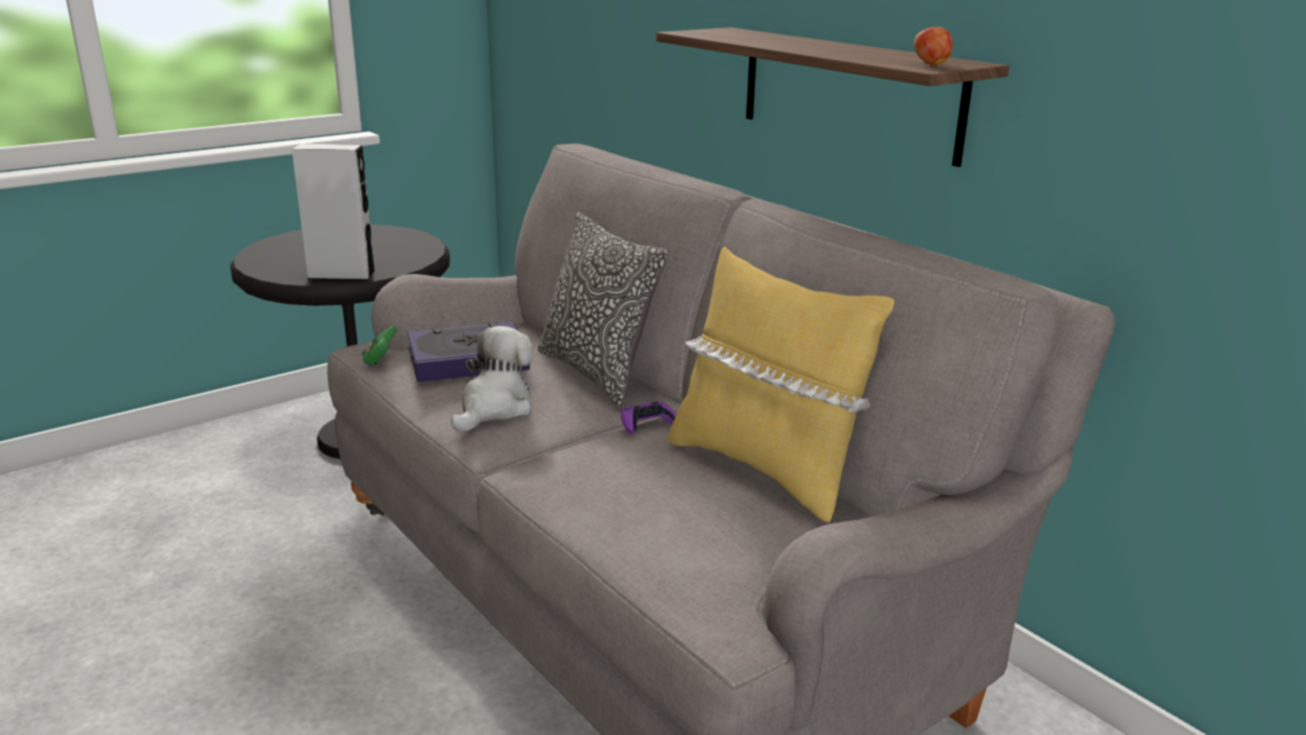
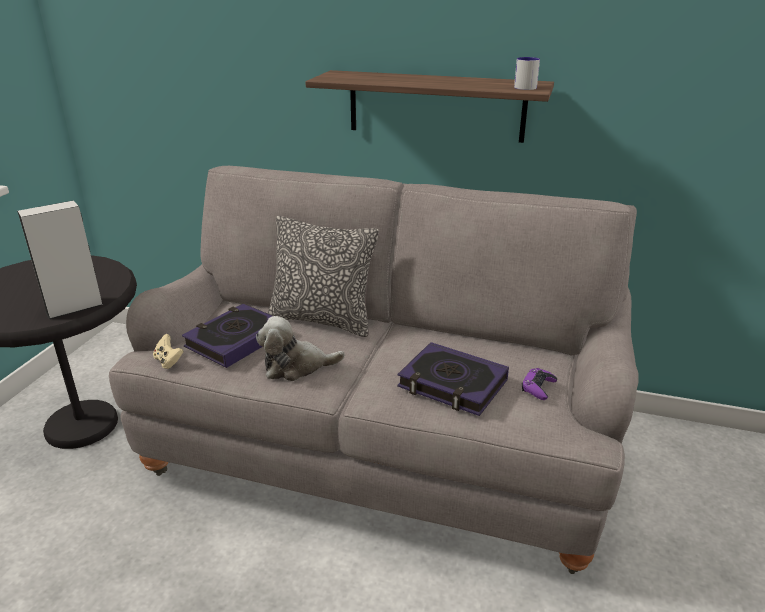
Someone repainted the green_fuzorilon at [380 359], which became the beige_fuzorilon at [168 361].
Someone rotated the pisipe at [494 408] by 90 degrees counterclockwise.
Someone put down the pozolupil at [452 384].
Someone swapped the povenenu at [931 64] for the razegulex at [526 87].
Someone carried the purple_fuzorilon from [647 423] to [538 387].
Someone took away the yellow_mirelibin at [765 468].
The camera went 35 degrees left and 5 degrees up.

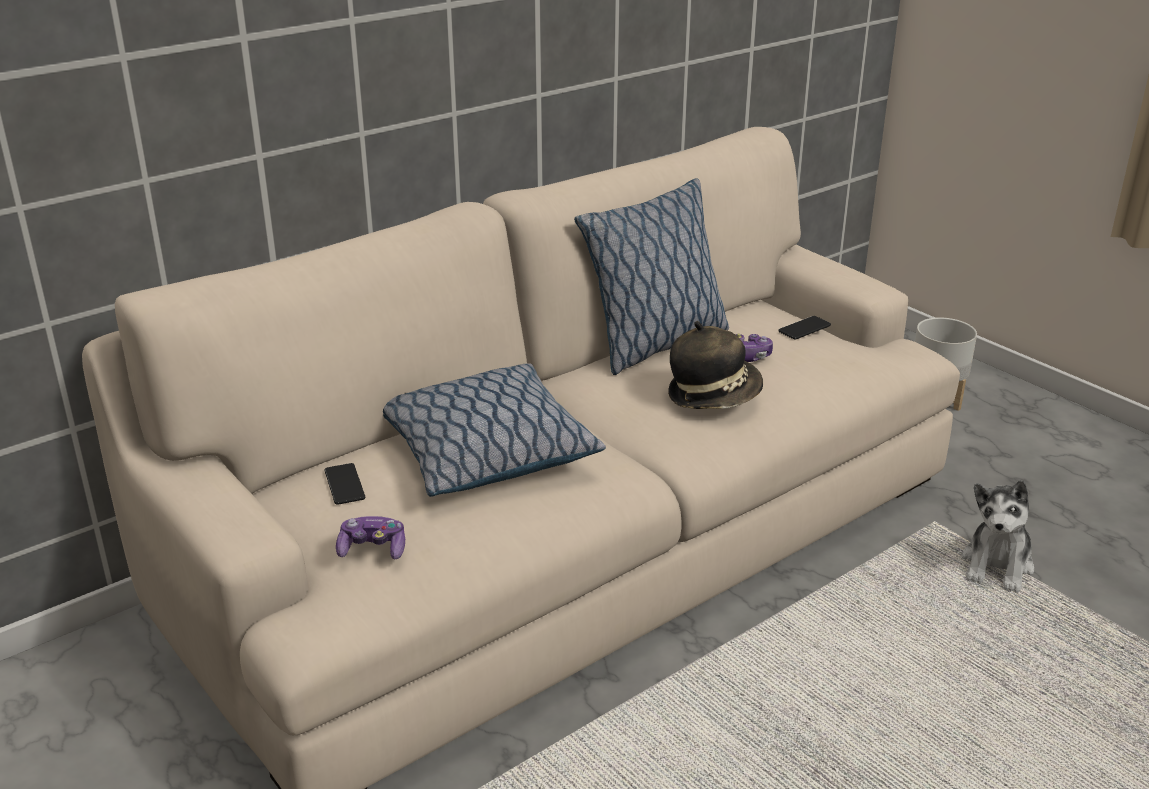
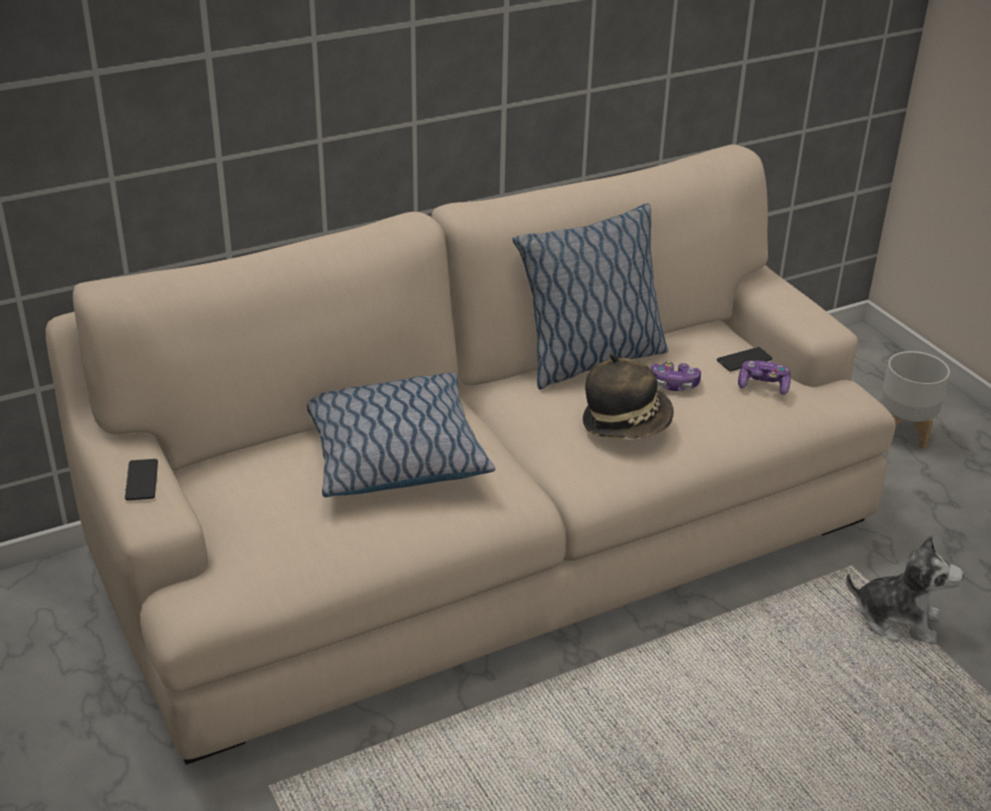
Someone carried the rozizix from [344 485] to [141 480].
Someone carried the fuzorilon from [373 549] to [763 385].
Someone rotated the pisipe at [997 565] by 105 degrees counterclockwise.
The camera went 10 degrees right and 5 degrees up.

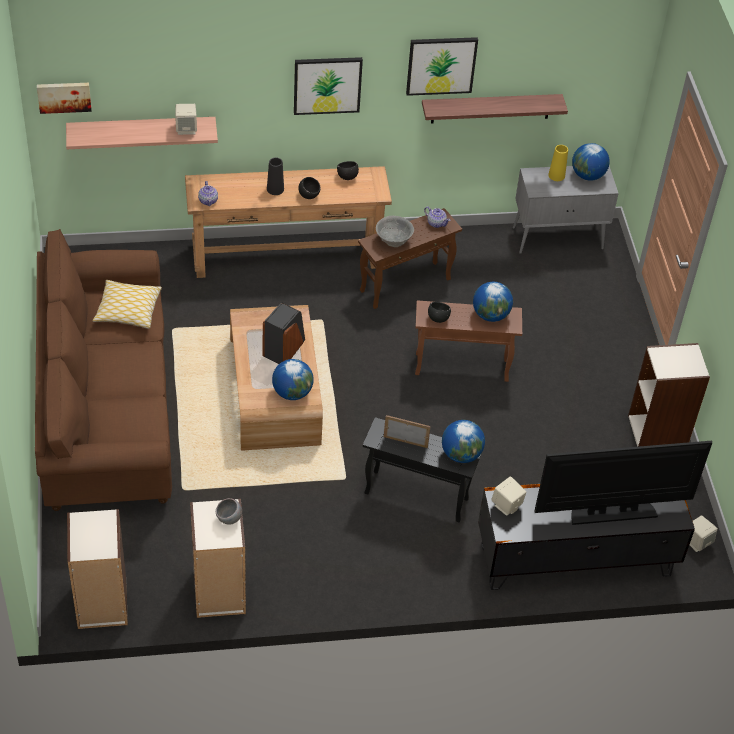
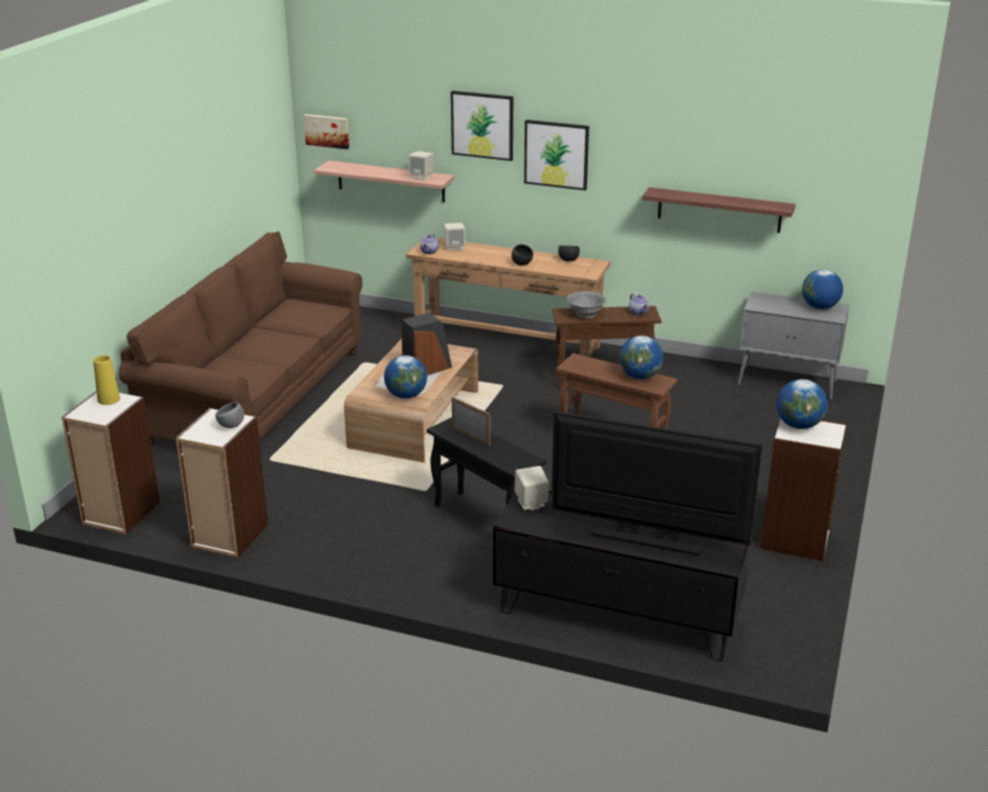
Someone carried the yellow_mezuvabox from [556 175] to [108 399].
Someone carried the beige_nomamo from [697 542] to [454 247].
Someone carried the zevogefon from [441 65] to [482 125].
Someone carried the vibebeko from [461 454] to [799 425].
Someone took away the mirelibin at [128 310].
Someone took away the black_mezuvabox at [275 189].
Someone took away the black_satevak at [438 319].
The camera went 30 degrees right and 20 degrees down.

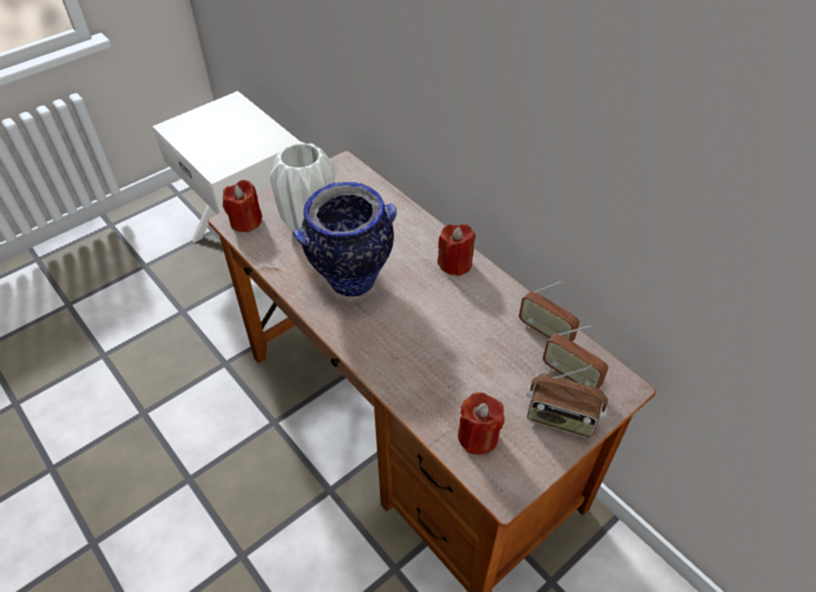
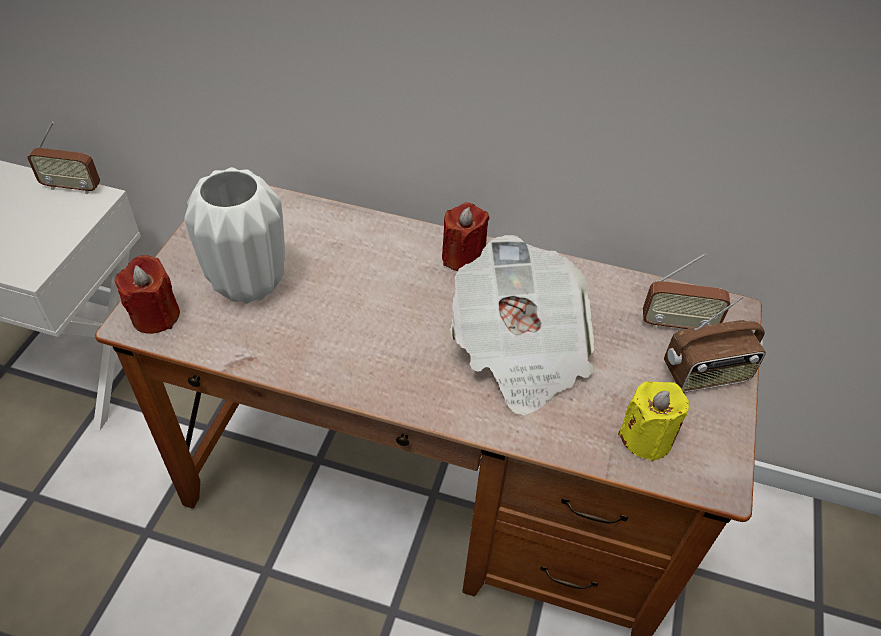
Someone carried the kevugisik from [545 332] to [72 187].
Someone put down the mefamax at [519 351].
Someone repainted the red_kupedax at [478 436], which became the yellow_kupedax at [646 437].
Someone took away the mezuvabox at [351 282].
The camera went 35 degrees left and 0 degrees up.

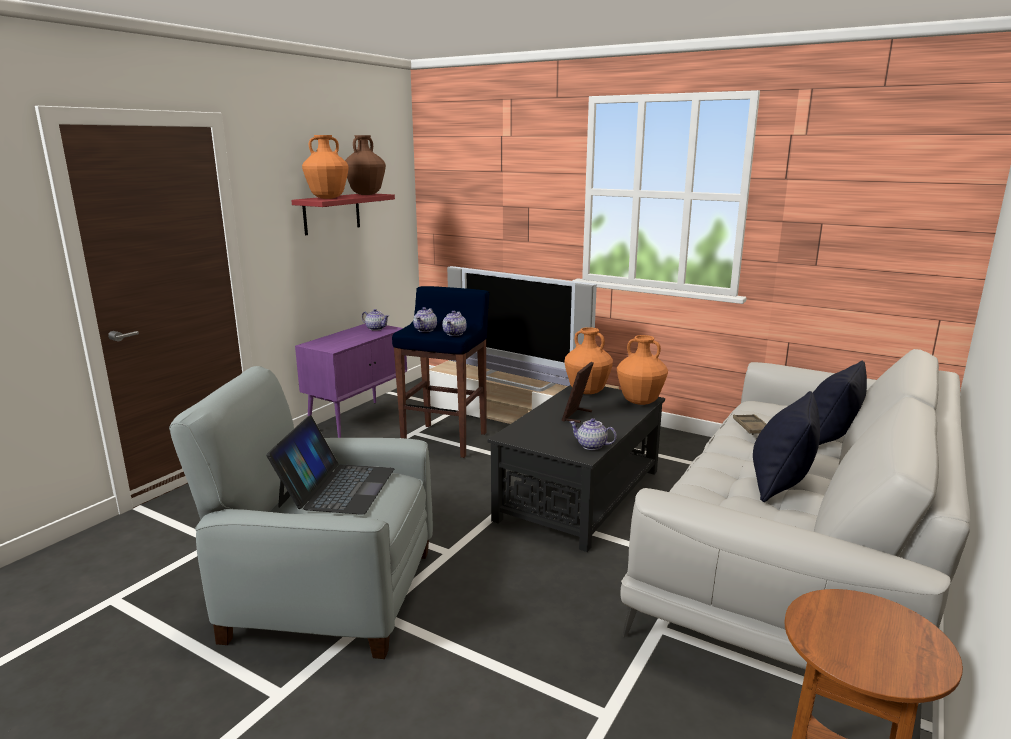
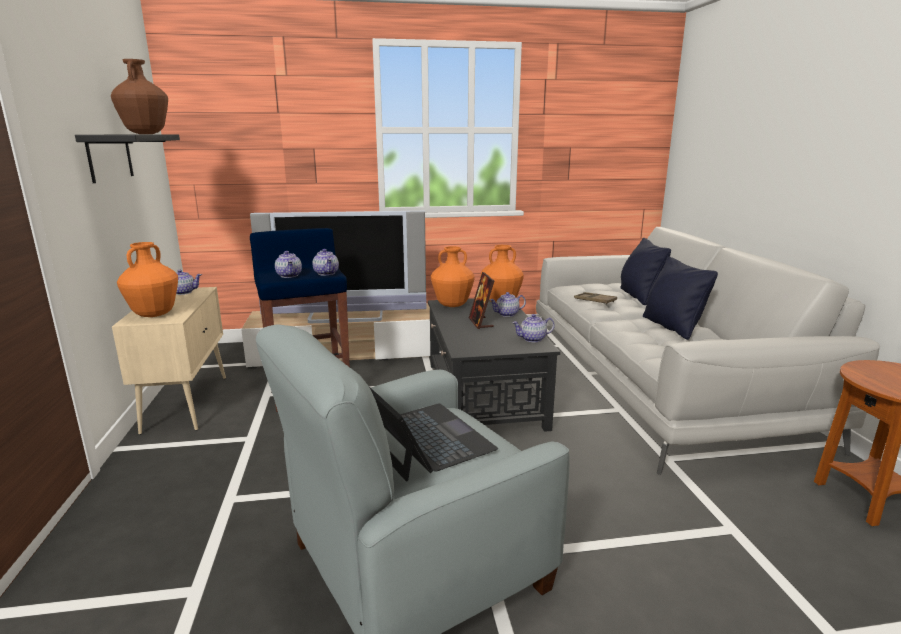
Someone repainted the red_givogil at [332 213], which became the black_givogil at [110 157].
Someone repainted the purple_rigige at [359 421], which became the beige_rigige at [187 403].
Someone carried the orange_mezuvabox from [327 198] to [154 315].
Someone put down the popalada at [507 314].
The camera went 40 degrees left and 0 degrees up.

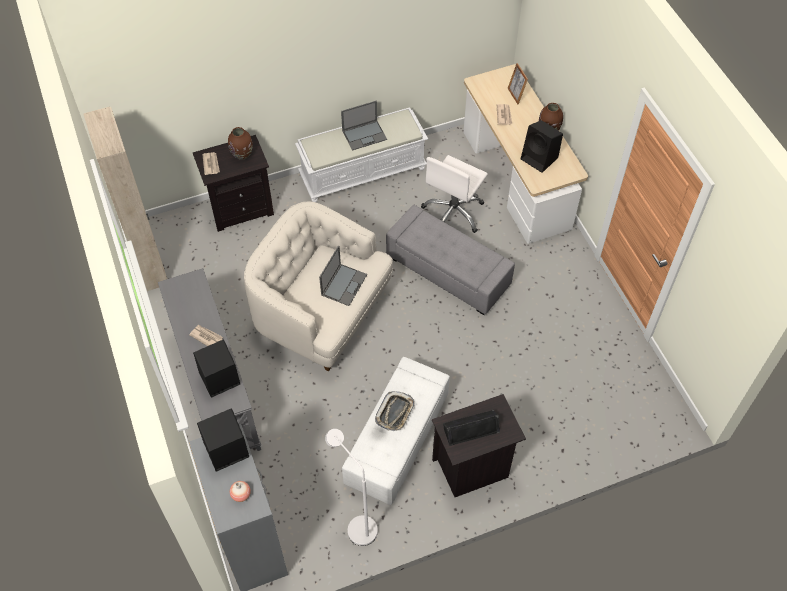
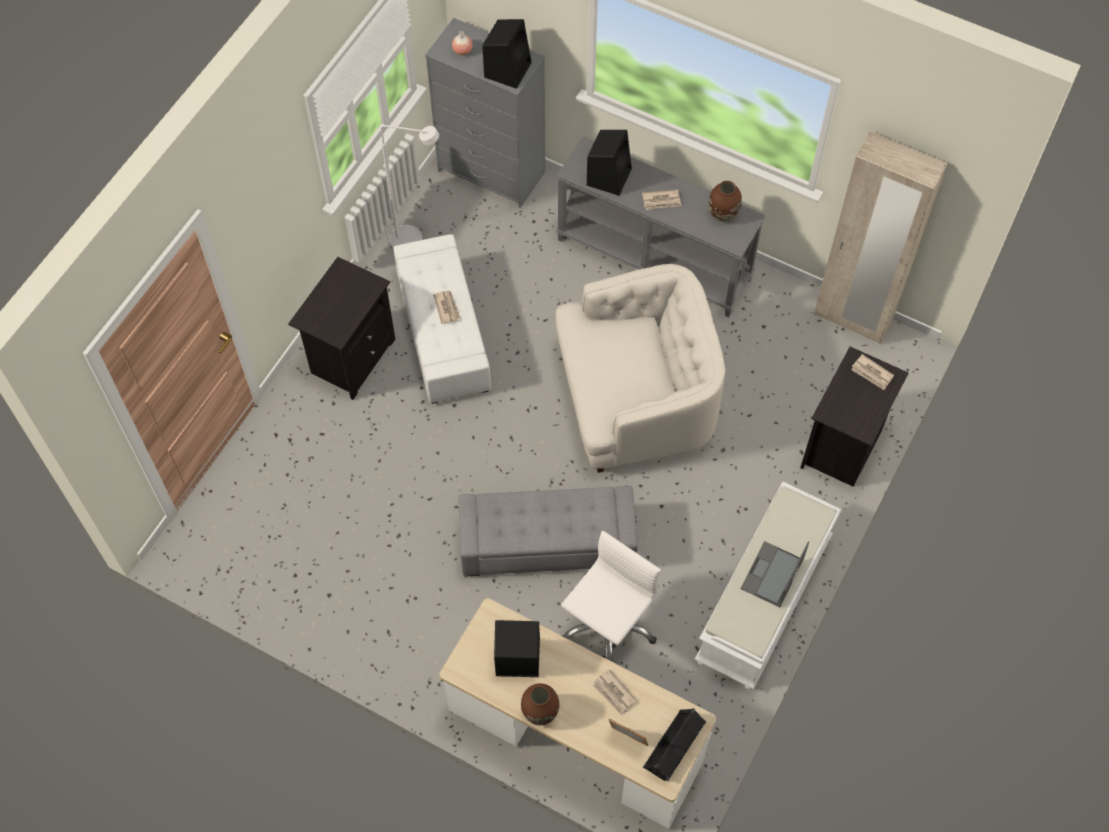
Someone swapped the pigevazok at [395 413] for the mefamax at [447 307].
Someone rotated the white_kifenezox at [453 213] by 45 degrees clockwise.
Someone carried the black_nomamo from [471 428] to [675 746].
Someone carried the brown_mezuvabox from [242 154] to [723 215].
Someone took away the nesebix at [344 284].
The camera went 140 degrees right and 5 degrees up.

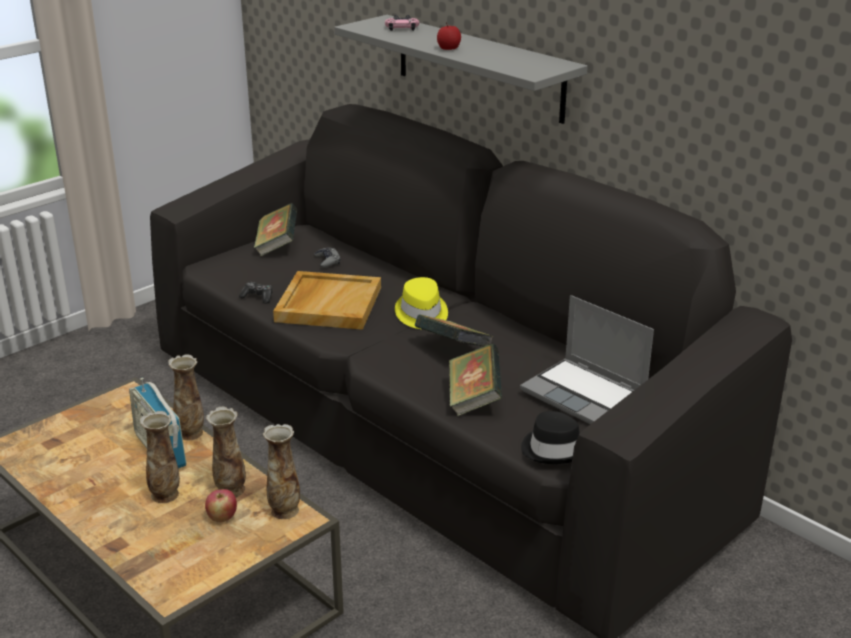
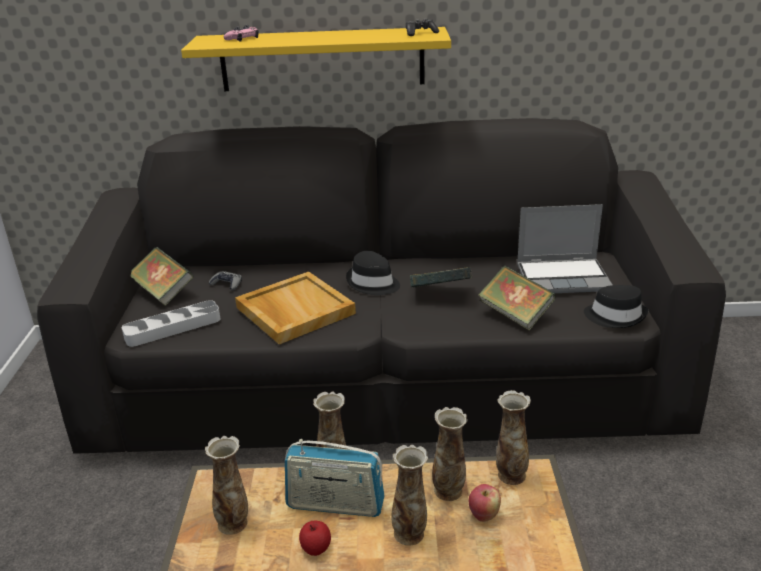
Someone put down the grey_pigevazok at [173 328].
Someone repainted the grey_givogil at [479 68], which became the yellow_givogil at [322 59].
Someone put down the mezuvabox at [234 523].
Someone carried the povenenu from [448 48] to [316 548].
Someone repainted the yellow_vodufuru at [421 314], which became the black_vodufuru at [373 283].
Someone carried the fuzorilon from [258 297] to [420 33].
The camera went 45 degrees left and 0 degrees up.

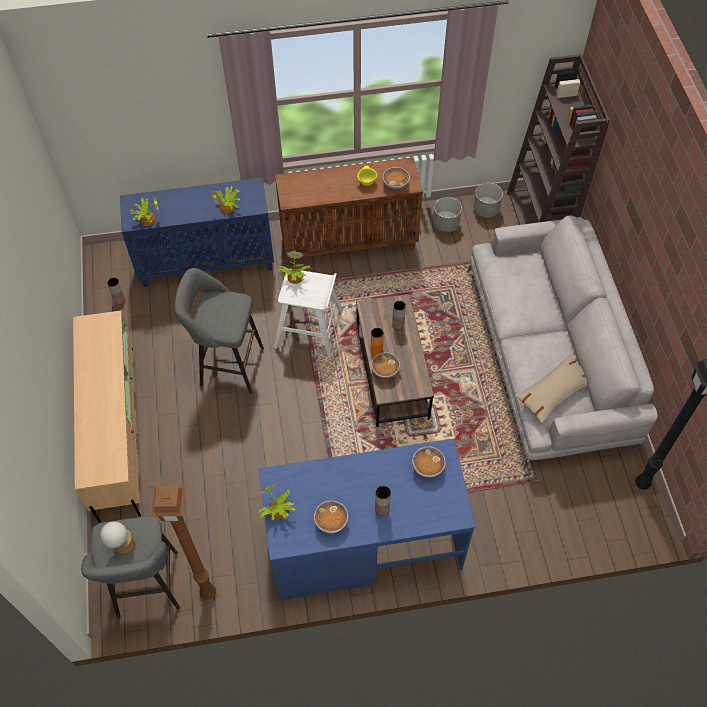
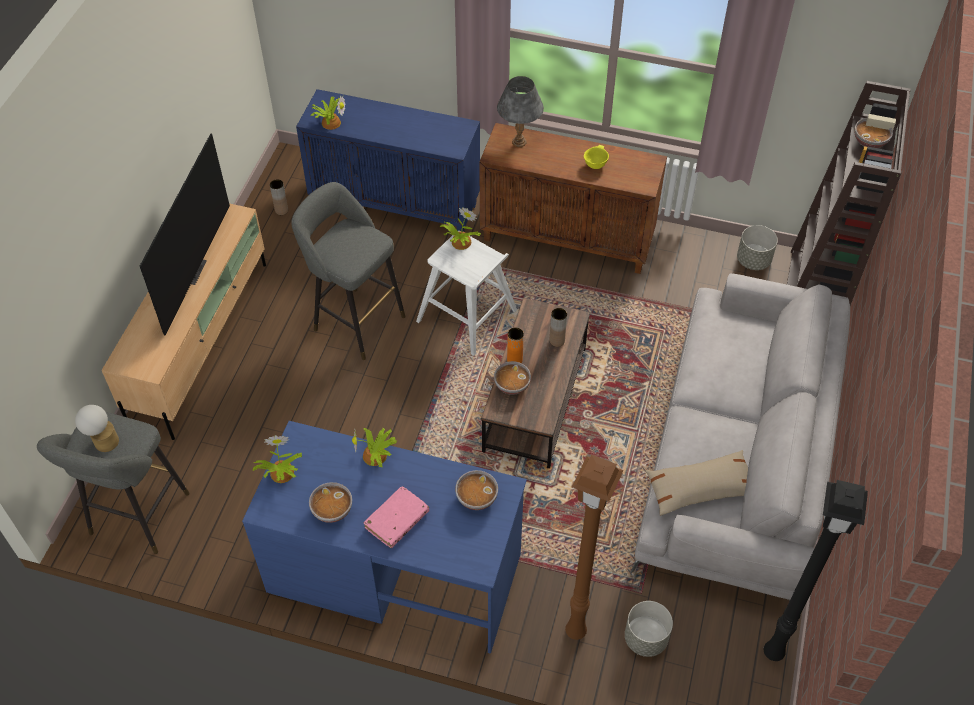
Someone put down the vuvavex at [190 270].
Someone carried the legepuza from [228 207] to [376 456].
Someone swapped the brown_mezuvabox at [382 508] for the pink_pozolupil at [397 520].
Someone put down the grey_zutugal at [519 141].
Someone carried the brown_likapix from [207 594] to [574 632].
Someone carried the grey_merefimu from [445 224] to [645 638].
Someone carried the satevak from [395 184] to [870 141].
The camera went 25 degrees right and 5 degrees down.

